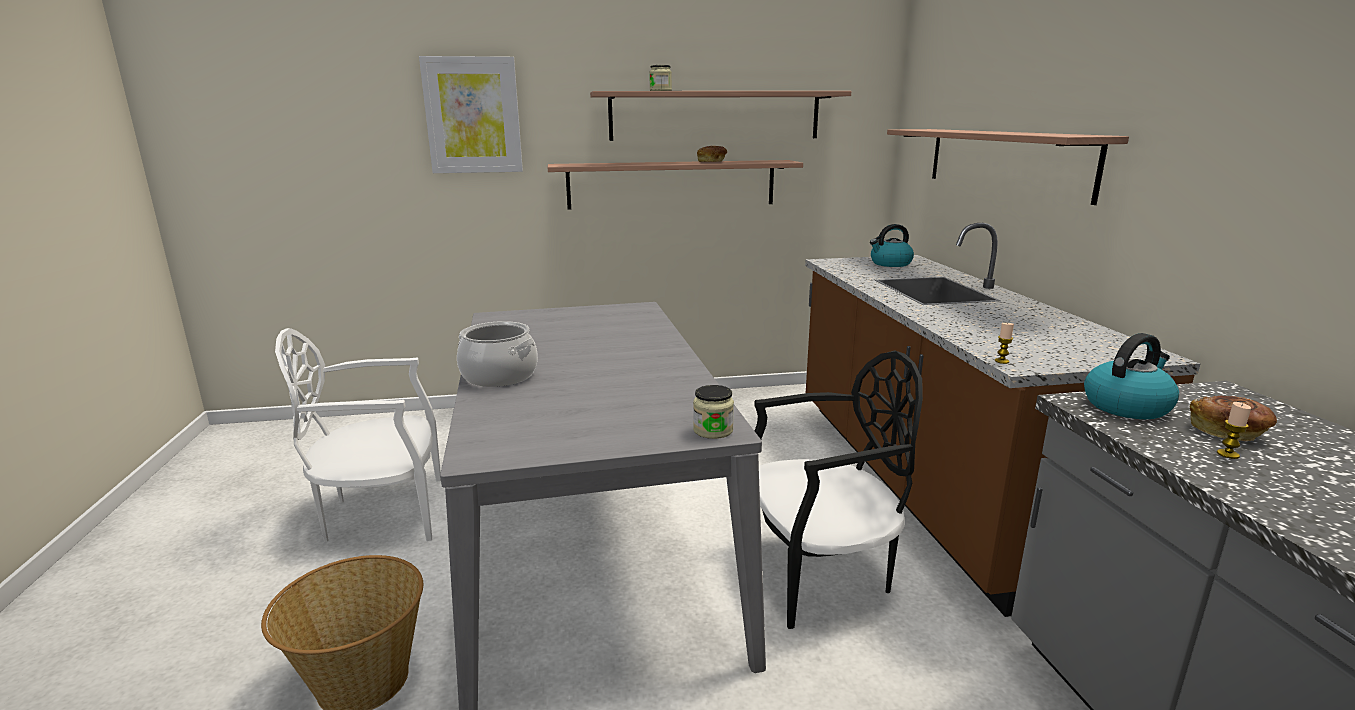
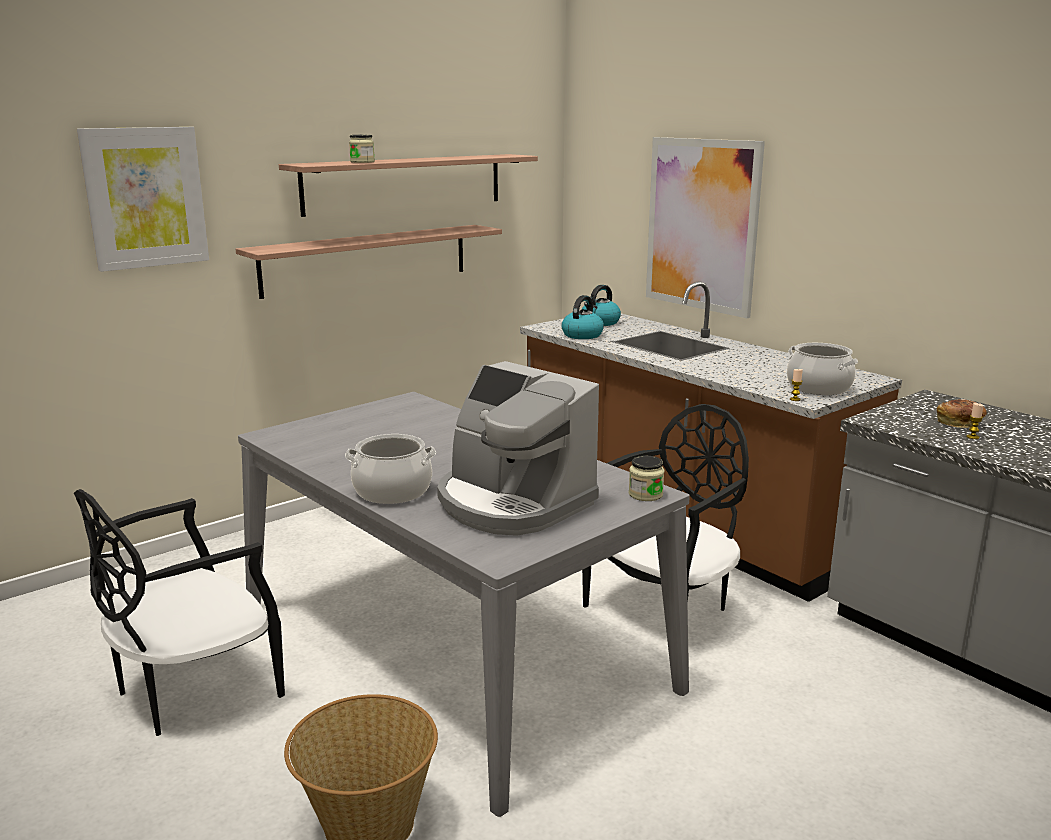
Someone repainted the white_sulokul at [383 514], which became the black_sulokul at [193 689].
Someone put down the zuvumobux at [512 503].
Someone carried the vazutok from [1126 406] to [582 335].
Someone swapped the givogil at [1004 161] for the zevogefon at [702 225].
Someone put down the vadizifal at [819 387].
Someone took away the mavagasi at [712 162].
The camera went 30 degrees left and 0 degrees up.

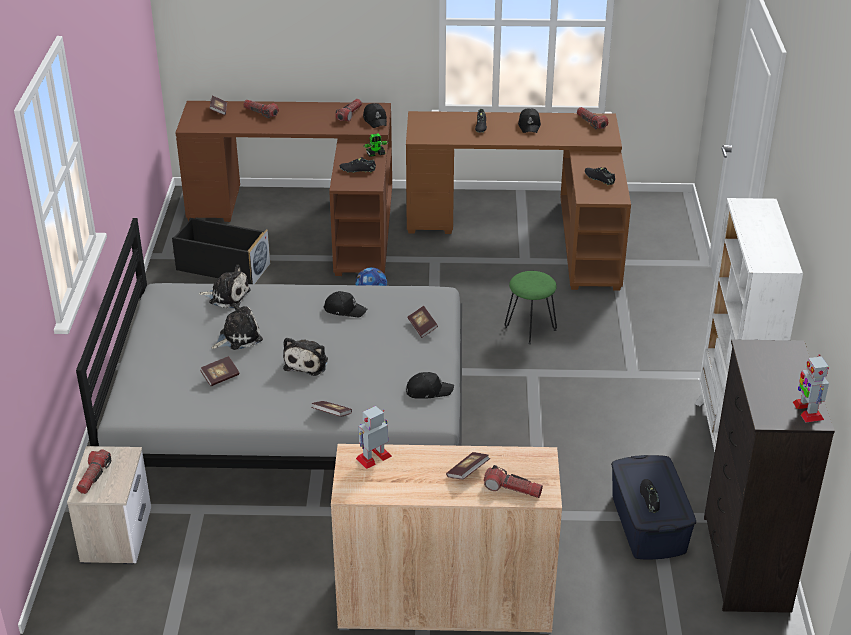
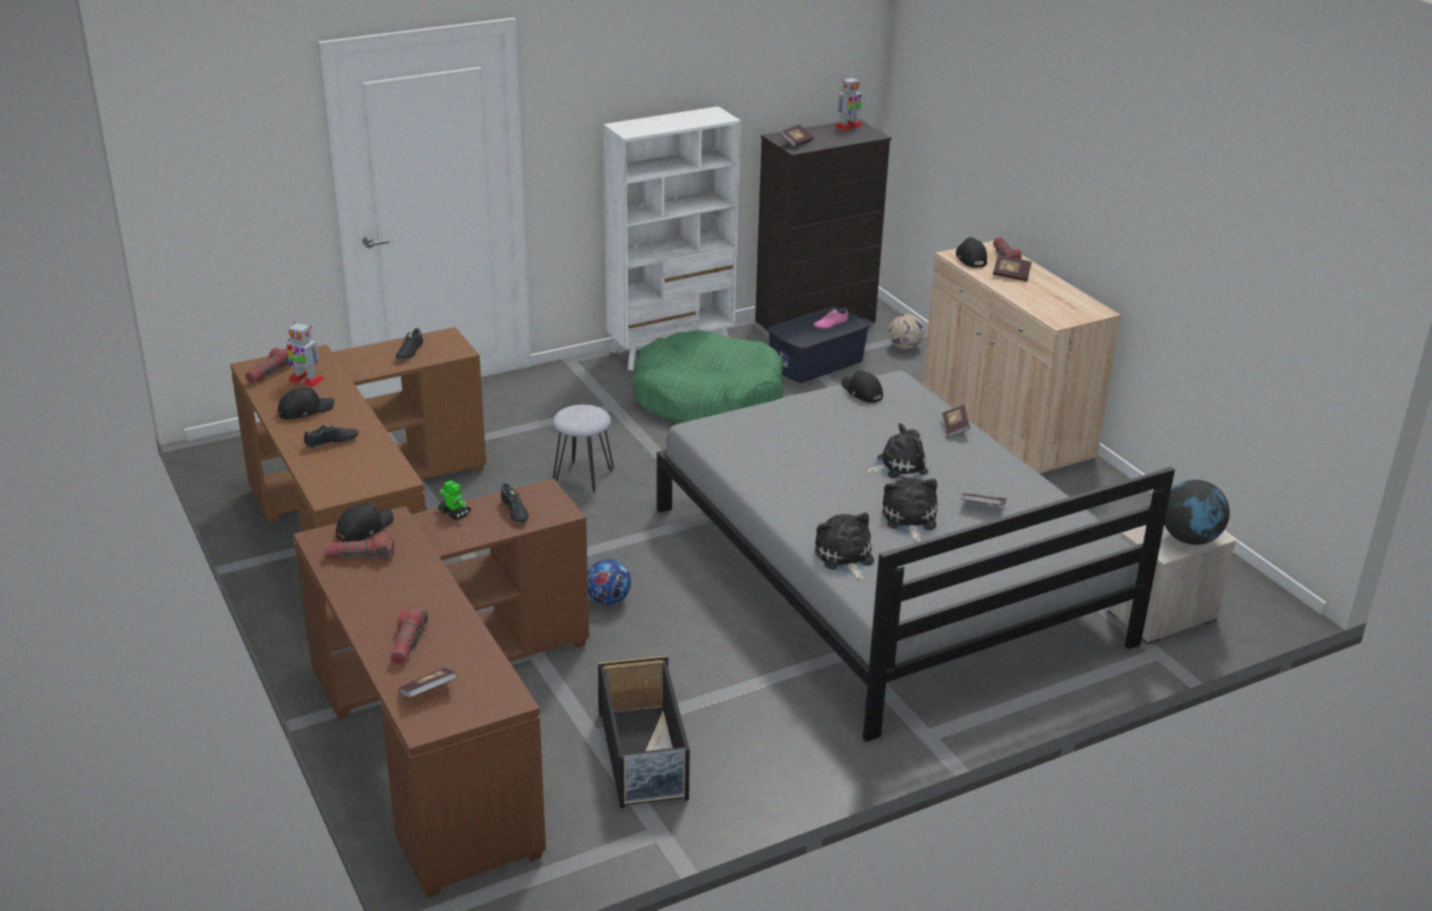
Someone carried the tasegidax from [374 457] to [305 379].
Someone repainted the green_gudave at [530 328], which became the grey_gudave at [584 477].
Someone put down the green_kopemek at [708 399].
Someone carried the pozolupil from [422 327] to [796 143].
Someone repainted the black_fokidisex at [649 499], which became the pink_fokidisex at [830 325].
Someone rotated the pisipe at [238 337] by 60 degrees clockwise.
Someone put down the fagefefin at [905 347].
Someone carried the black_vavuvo from [344 309] to [970 258].
Someone swapped the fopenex at [94 477] for the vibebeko at [1190 539].
The camera went 120 degrees left and 5 degrees down.

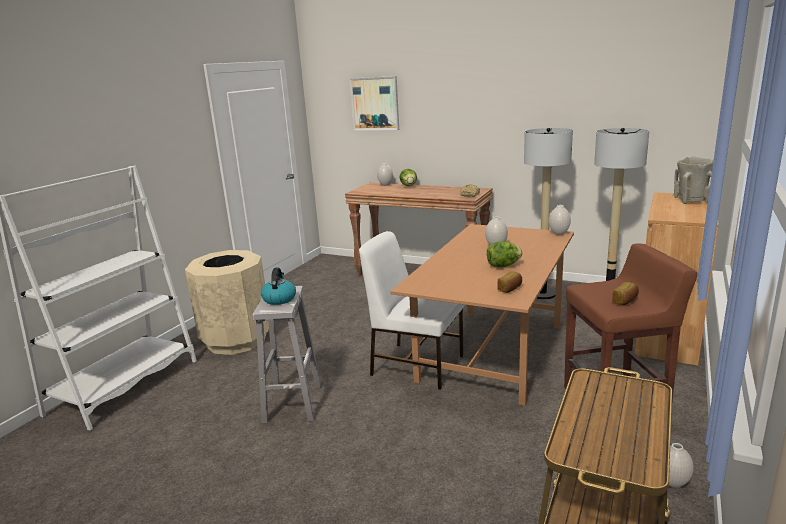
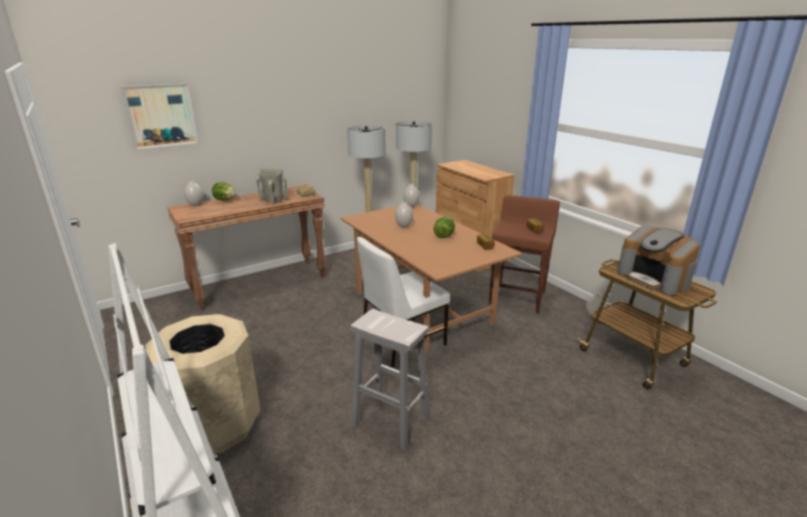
Someone carried the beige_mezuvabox from [691 200] to [273 200].
Someone put down the zuvumobux at [654 278].
Someone took away the vazutok at [279 299].
The camera went 60 degrees left and 5 degrees up.

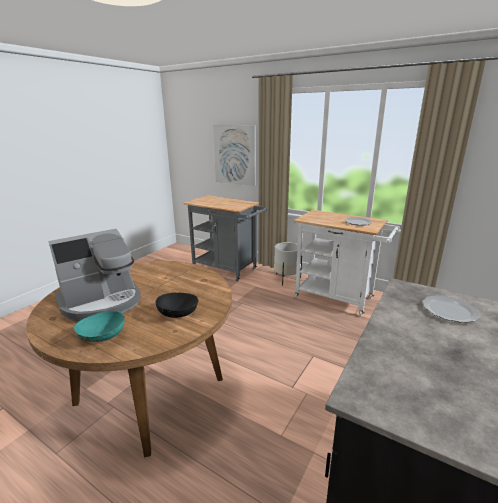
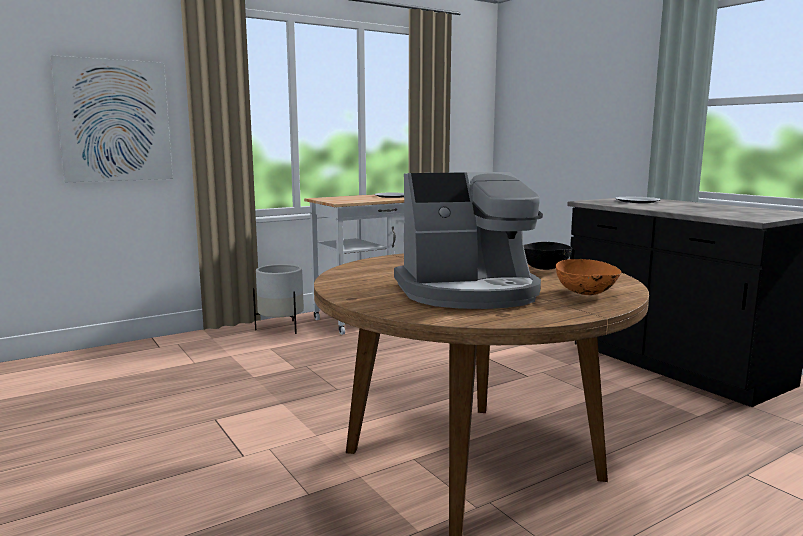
Someone rotated the zuvumobux at [101 302] by 90 degrees clockwise.
Someone repainted the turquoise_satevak at [102 337], which became the orange_satevak at [586 293].
Someone took away the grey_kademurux at [228 269].
The camera went 65 degrees left and 10 degrees down.

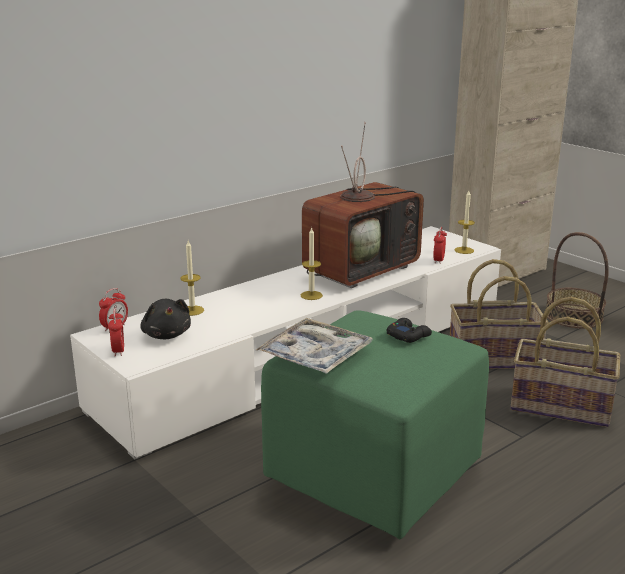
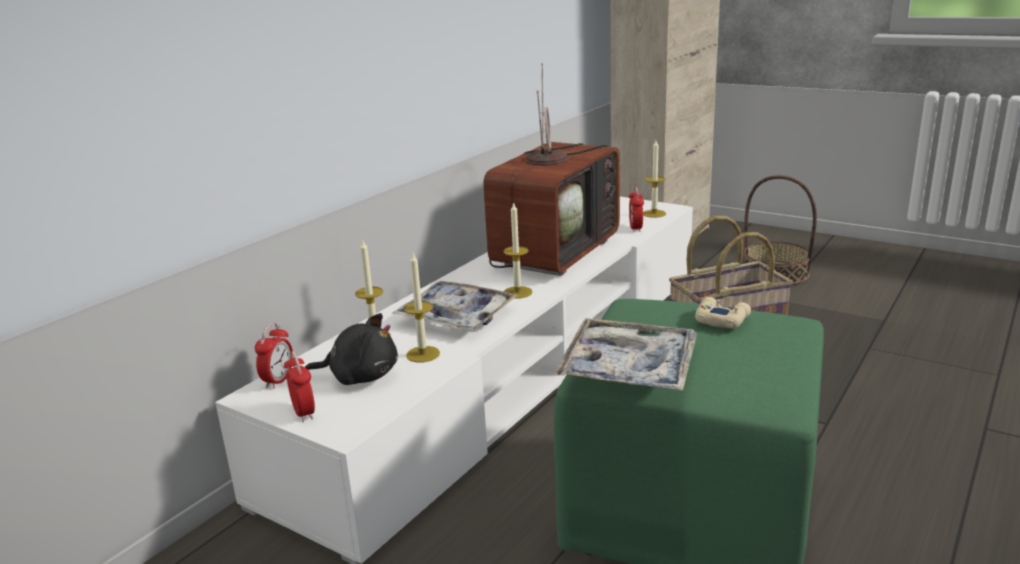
Someone rotated the black_pisipe at [166 334] by 45 degrees counterclockwise.
Someone put down the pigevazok at [456 316].
Someone put down the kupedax at [423 354].
Someone repainted the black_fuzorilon at [408 335], which became the beige_fuzorilon at [721 319].
Someone took away the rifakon at [561 406].
The camera went 15 degrees left and 0 degrees up.

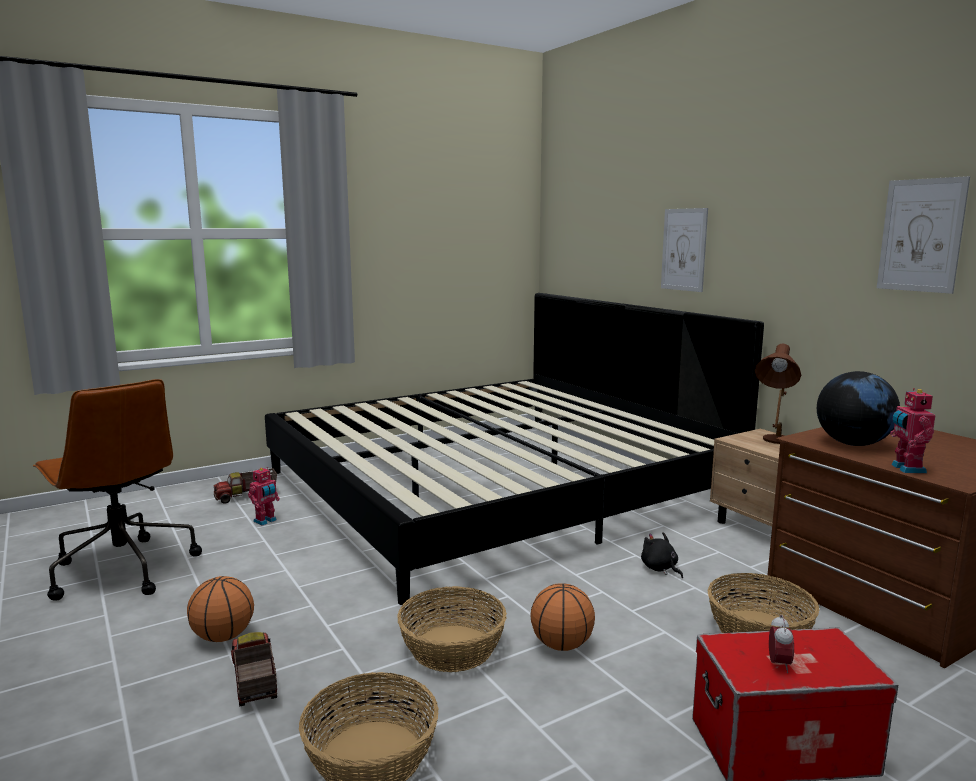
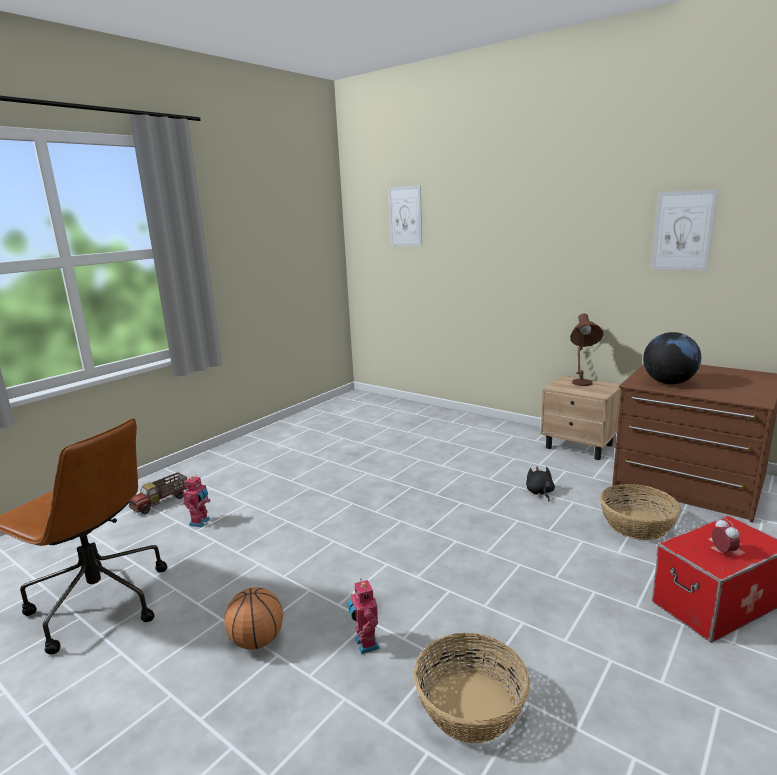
Someone carried the tasegidax from [906 469] to [365 644].
Someone carried the zevogefon from [684 249] to [405 216].
Someone rotated the black_pisipe at [660 569] by 45 degrees clockwise.
Someone took away the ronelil at [254 682].
Someone took away the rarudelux at [493 487].
Someone took away the rifakon at [453 648].
Someone took away the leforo at [561 645].
The camera went 20 degrees left and 5 degrees up.

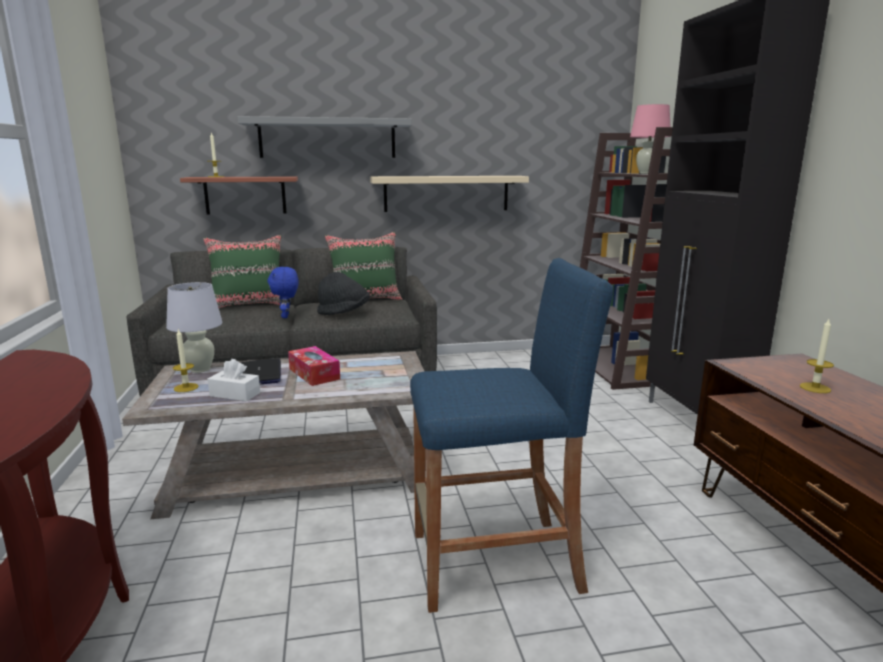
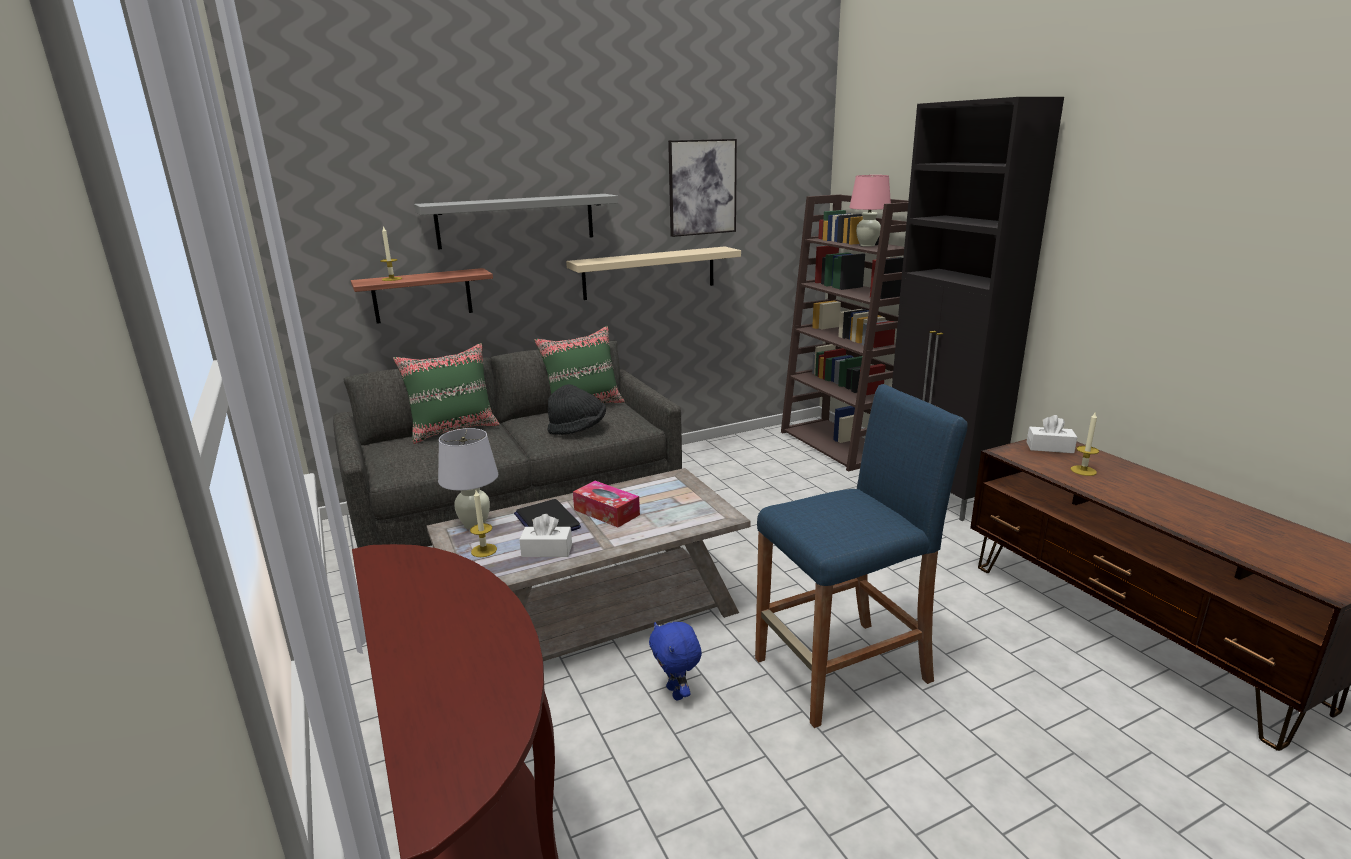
Someone carried the blue_pisipe from [286 316] to [676 693].
Someone put up the zevogefon at [702 187].
Someone put down the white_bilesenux at [1049 447].
The camera went 15 degrees left and 5 degrees up.

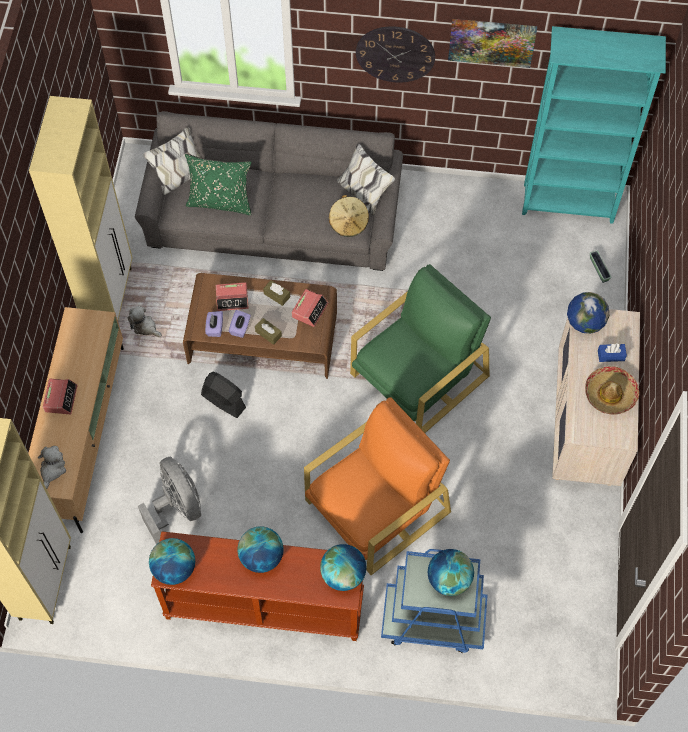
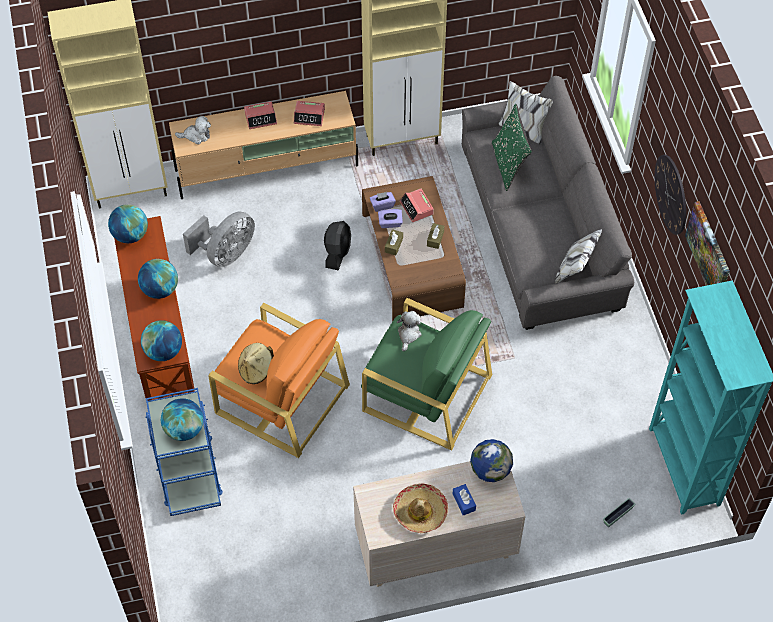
Someone carried the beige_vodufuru from [348 223] to [256 370].
Someone carried the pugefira from [310 310] to [309 116].
Someone carried the pisipe from [145 327] to [408 334].
The camera went 70 degrees right and 5 degrees down.

